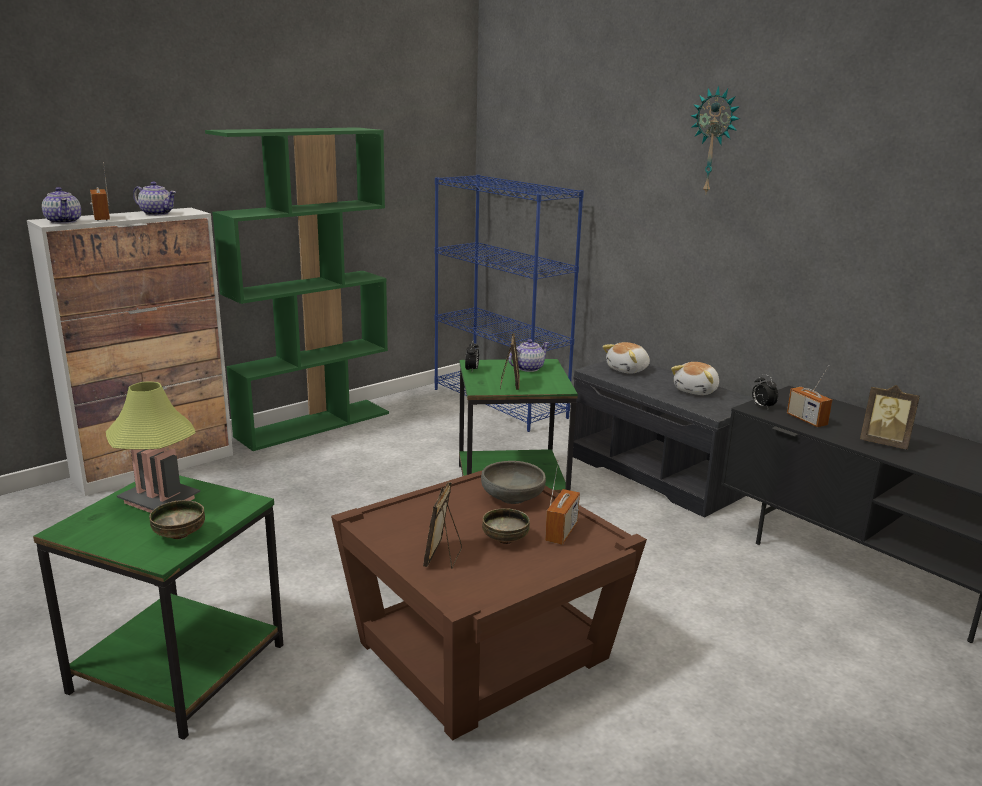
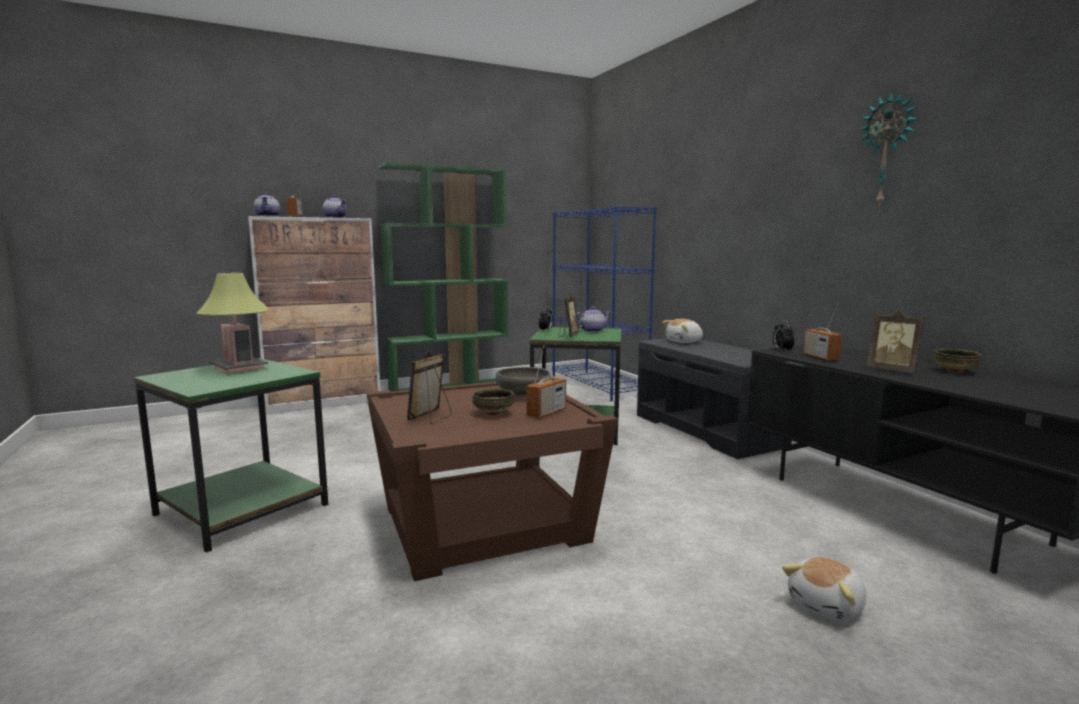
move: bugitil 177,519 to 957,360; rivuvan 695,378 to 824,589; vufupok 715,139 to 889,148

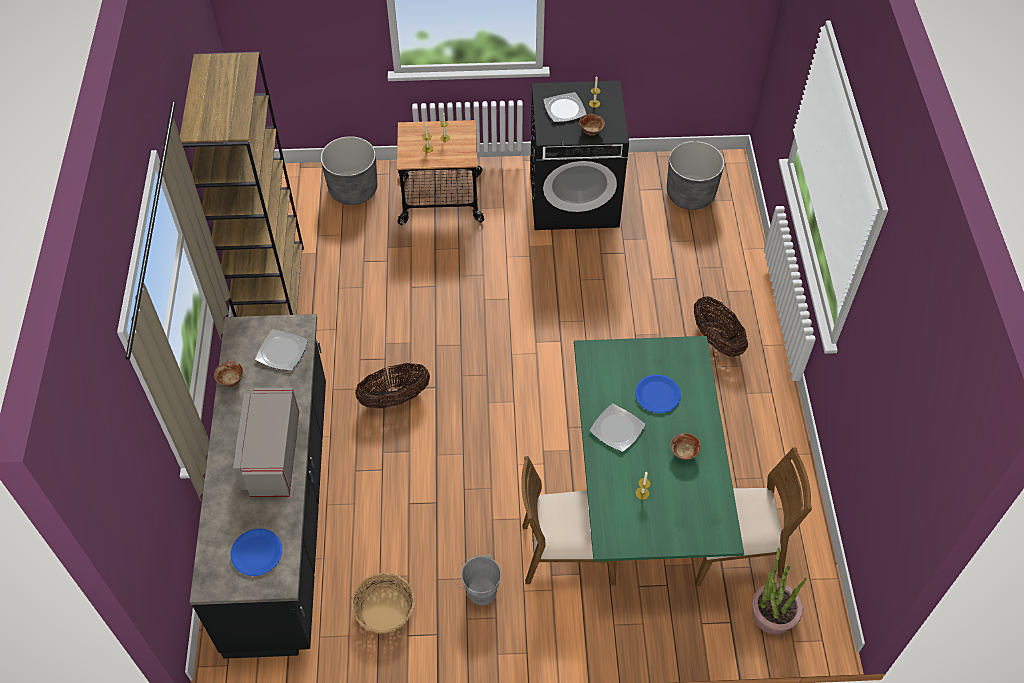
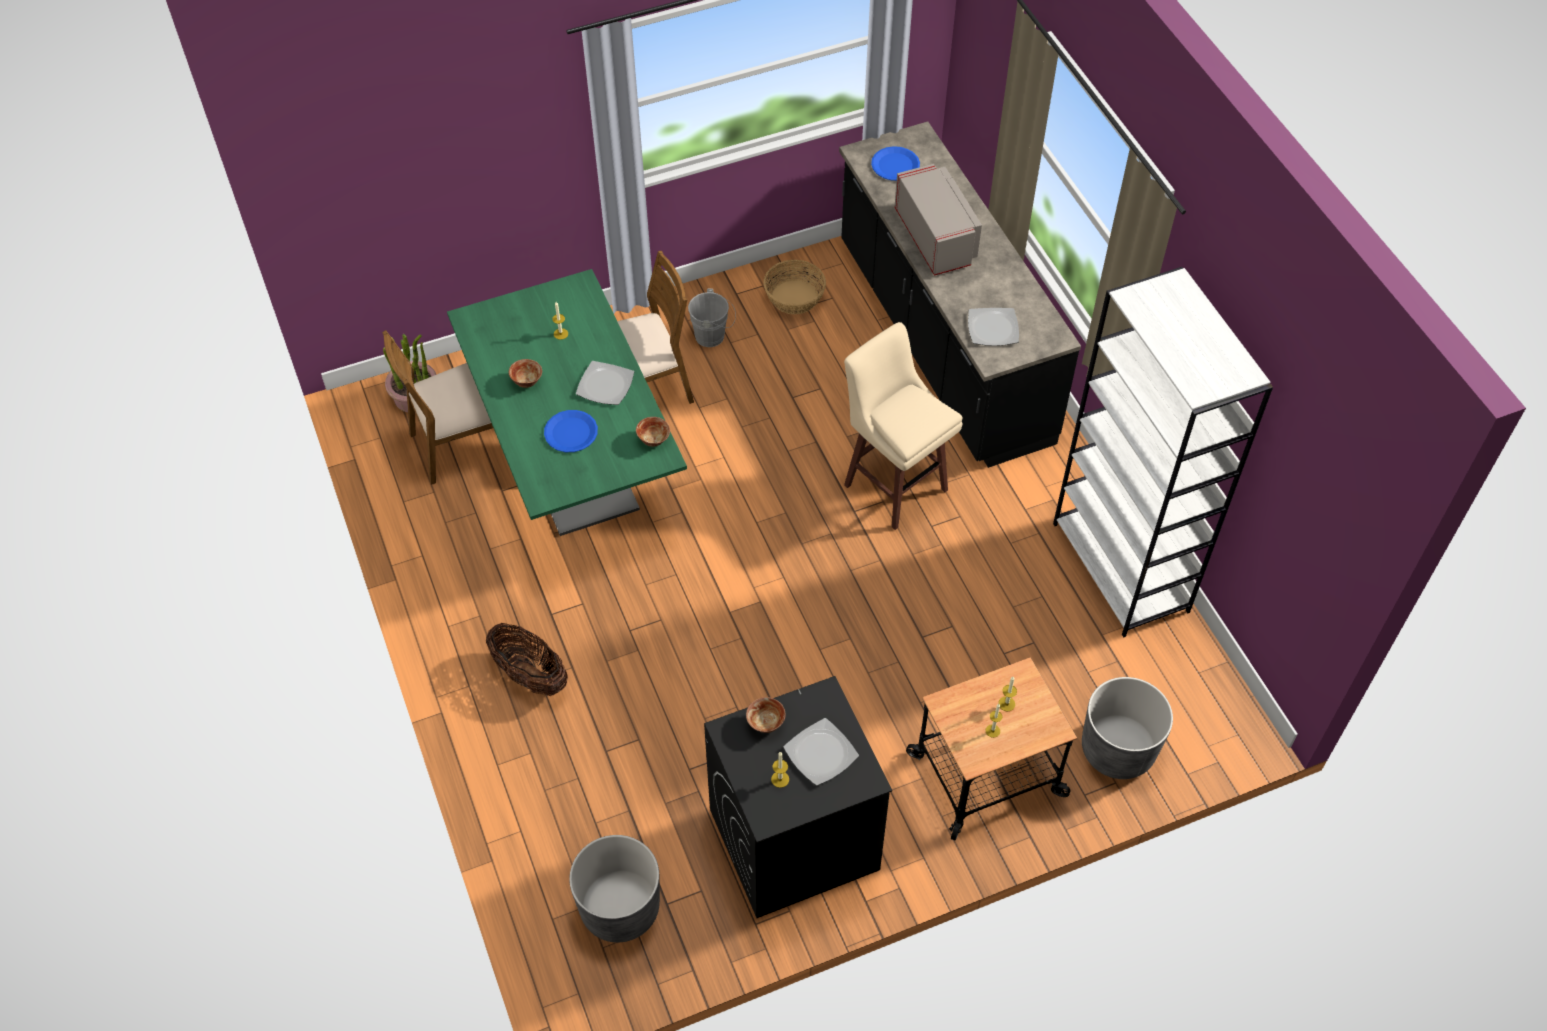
move: bugitil 228,374 to 653,432
replace: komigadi 392,385 to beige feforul 903,426
recolor: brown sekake 242,184 to white sekake 1163,452

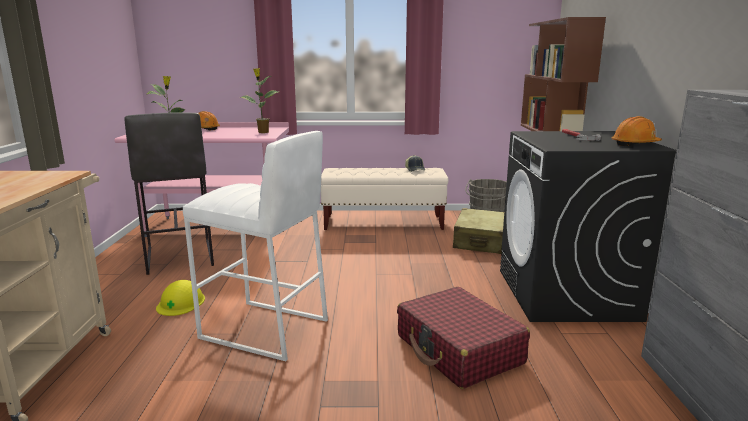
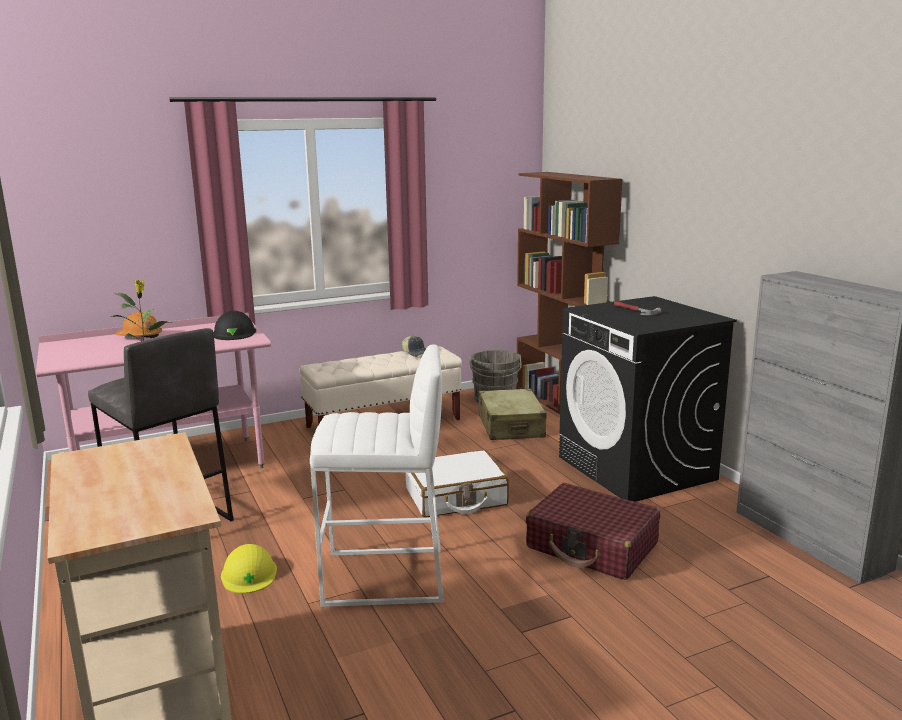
delete: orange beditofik 636,131
insert: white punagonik 457,484
replace: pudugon 259,100 to black beditofik 234,325

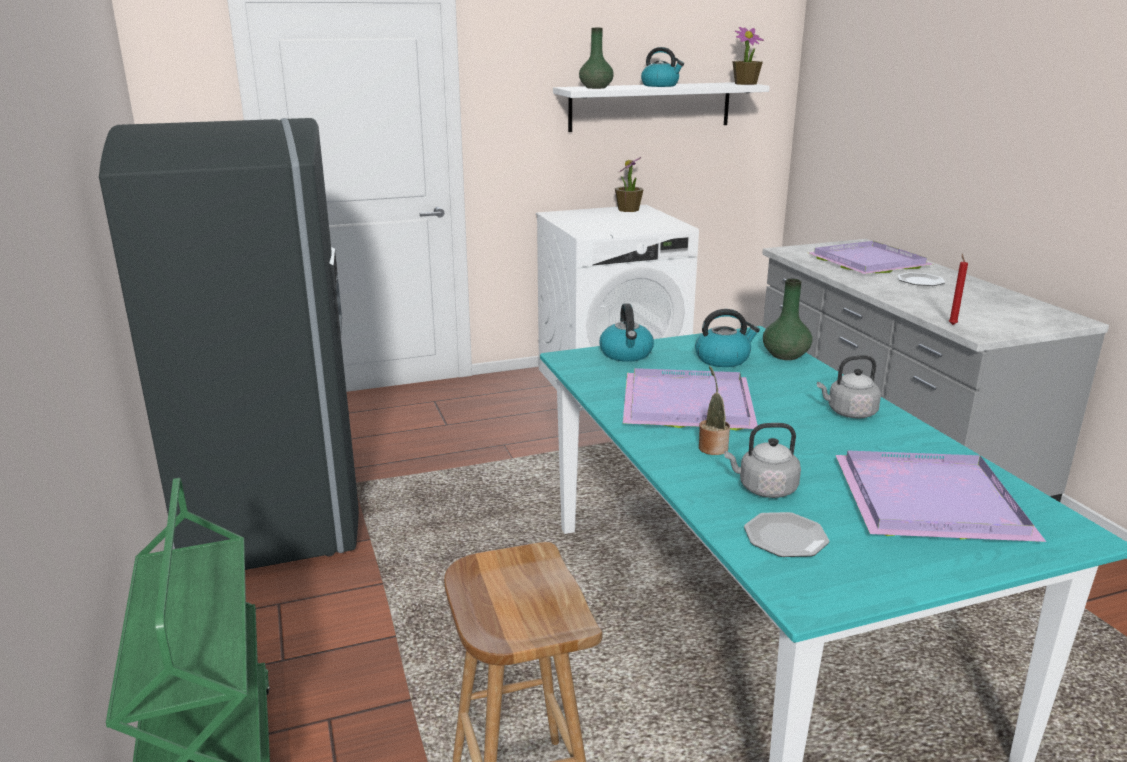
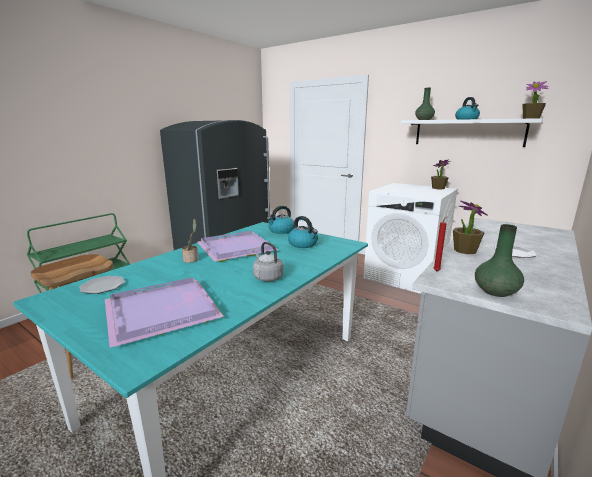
delete: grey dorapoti 762,460; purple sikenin 871,257
insert: pudugon 470,227
move: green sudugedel 787,319 to 499,260

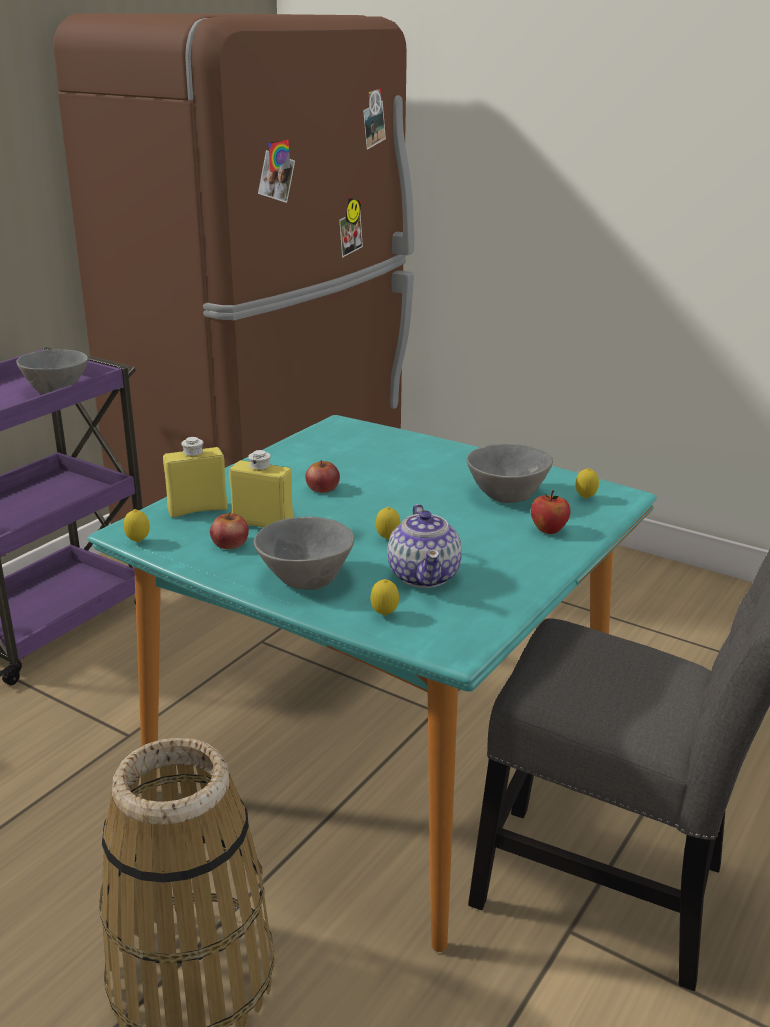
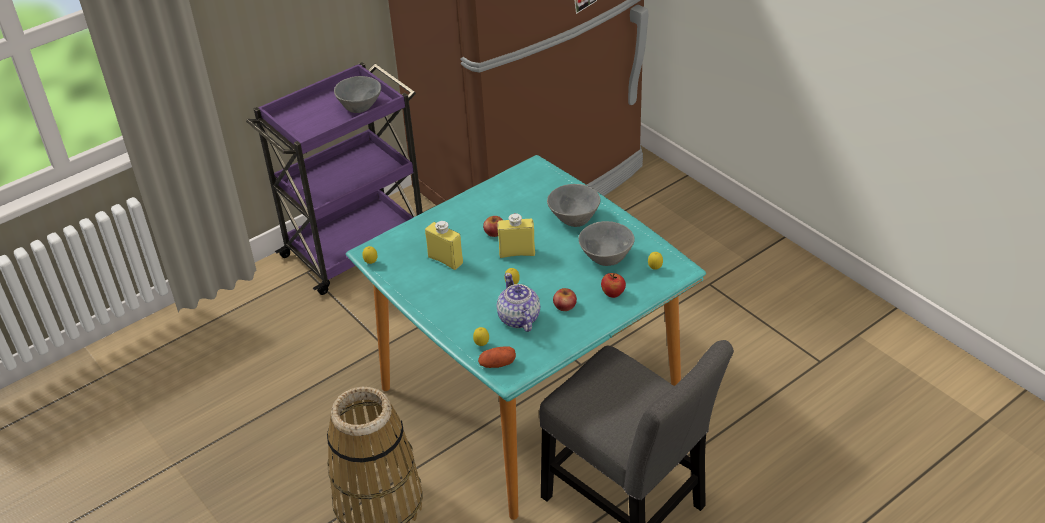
insert: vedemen 497,357
move: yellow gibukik 195,477 to 516,235; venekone 229,530 to 565,299; grey bugitil 304,553 to 573,205
rotate: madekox 424,546 = 518,302 150 degrees clockwise

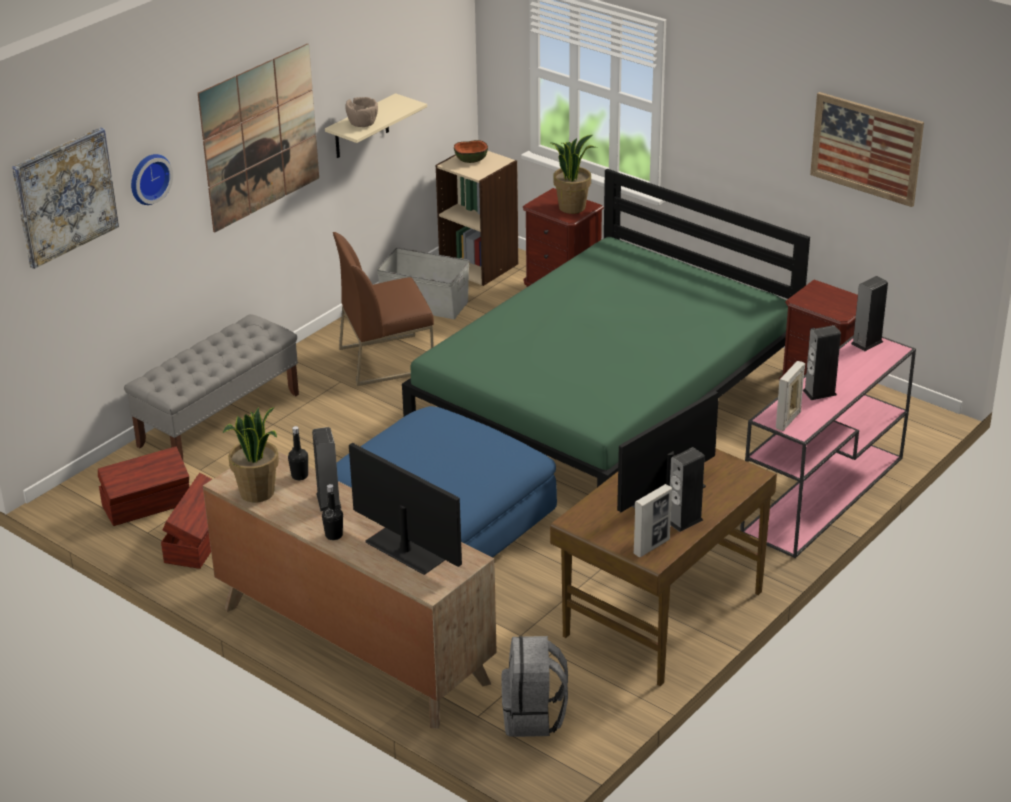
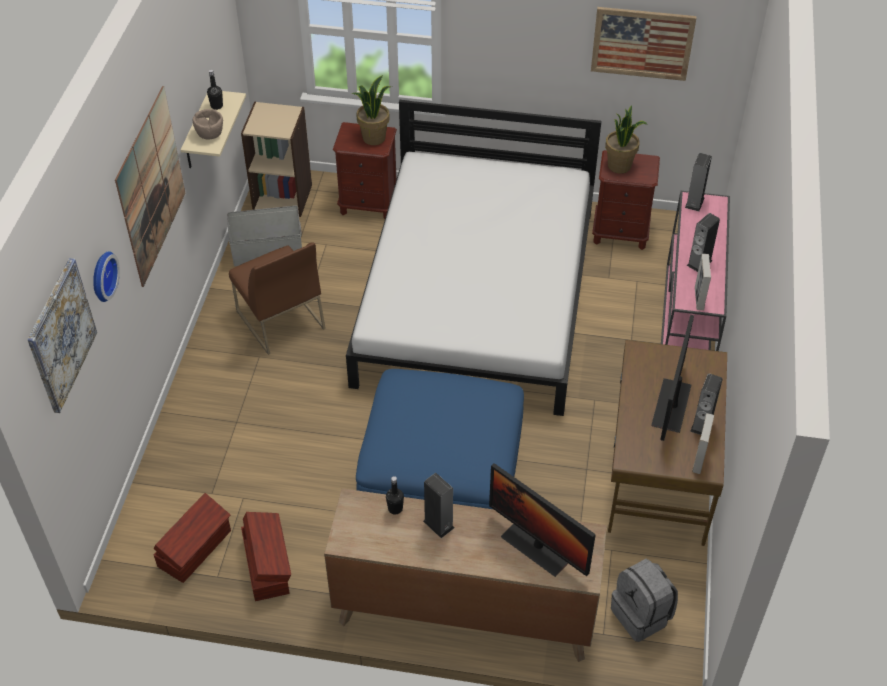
delete: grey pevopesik 211,387; bugitil 471,151
move: pudugon 250,454 to 626,139; black gibukik 332,512 to 215,90
recolor: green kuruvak 606,328 to white kuruvak 473,258
rotate: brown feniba 383,309 = 277,299 75 degrees counterclockwise; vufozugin 405,509 = 542,520 150 degrees counterclockwise

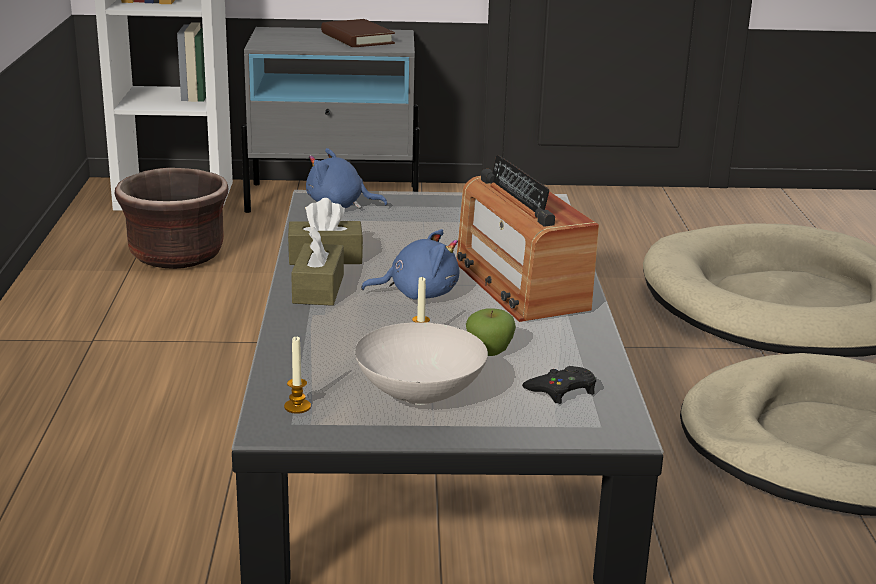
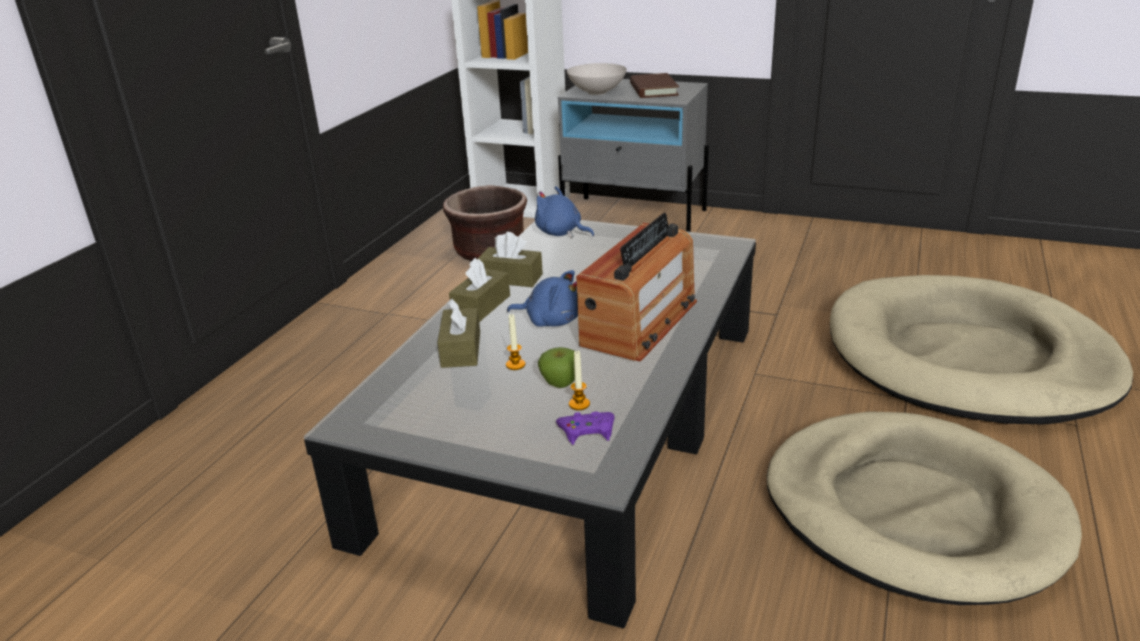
insert: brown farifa 458,333
move: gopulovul 297,375 to 579,380; white bugitil 421,363 to 597,79
recolor: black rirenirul 559,385 to purple rirenirul 585,428
rotate: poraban 527,238 = 636,287 150 degrees counterclockwise

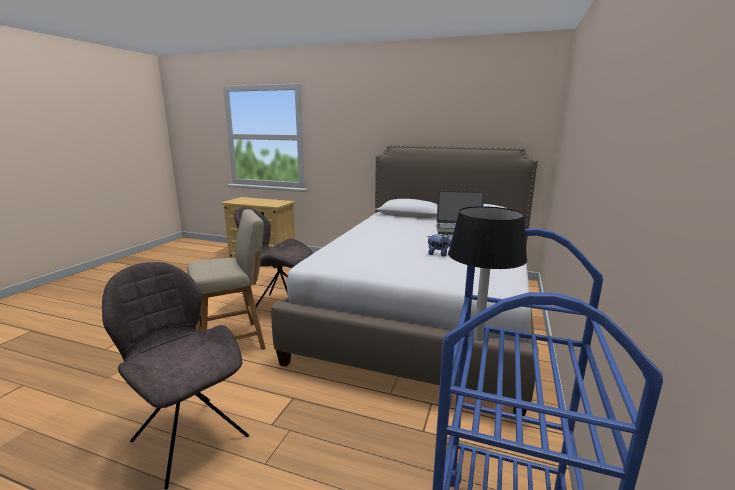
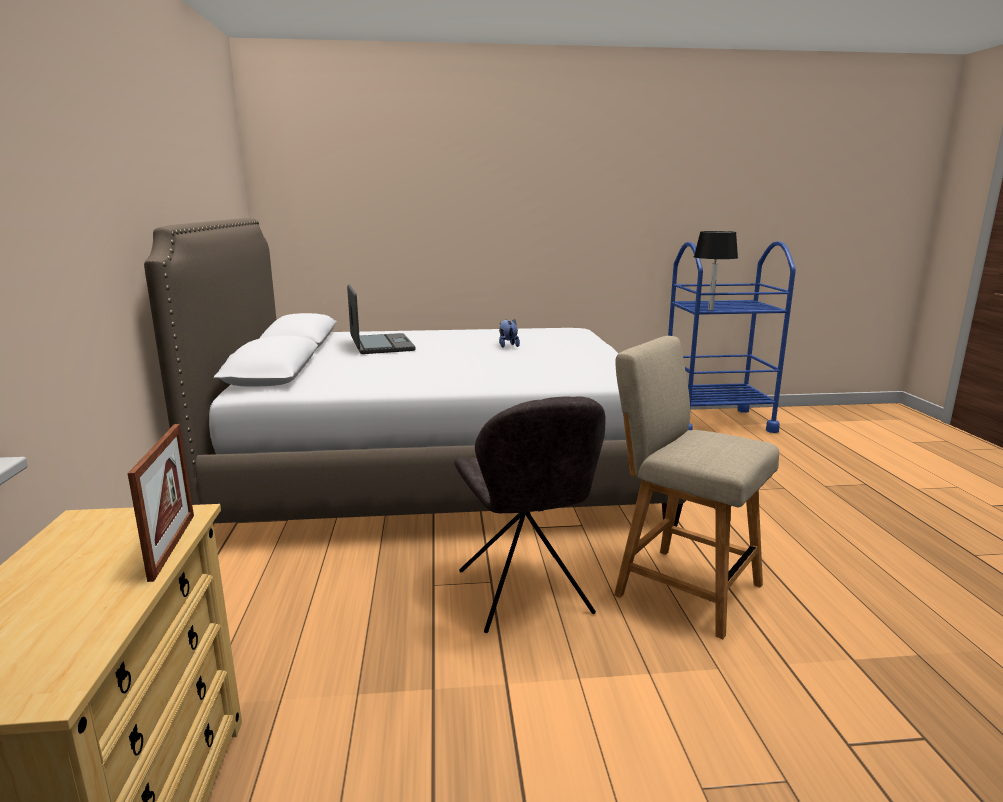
delete: grey feniba 175,376
insert: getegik 161,503

